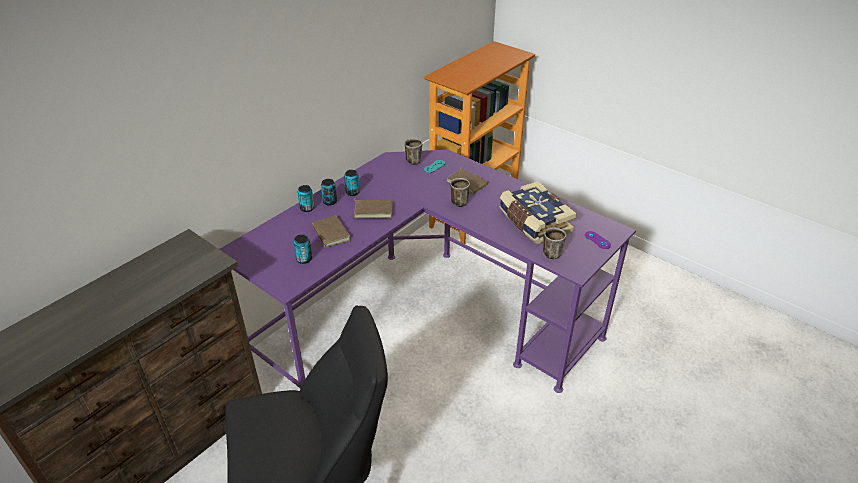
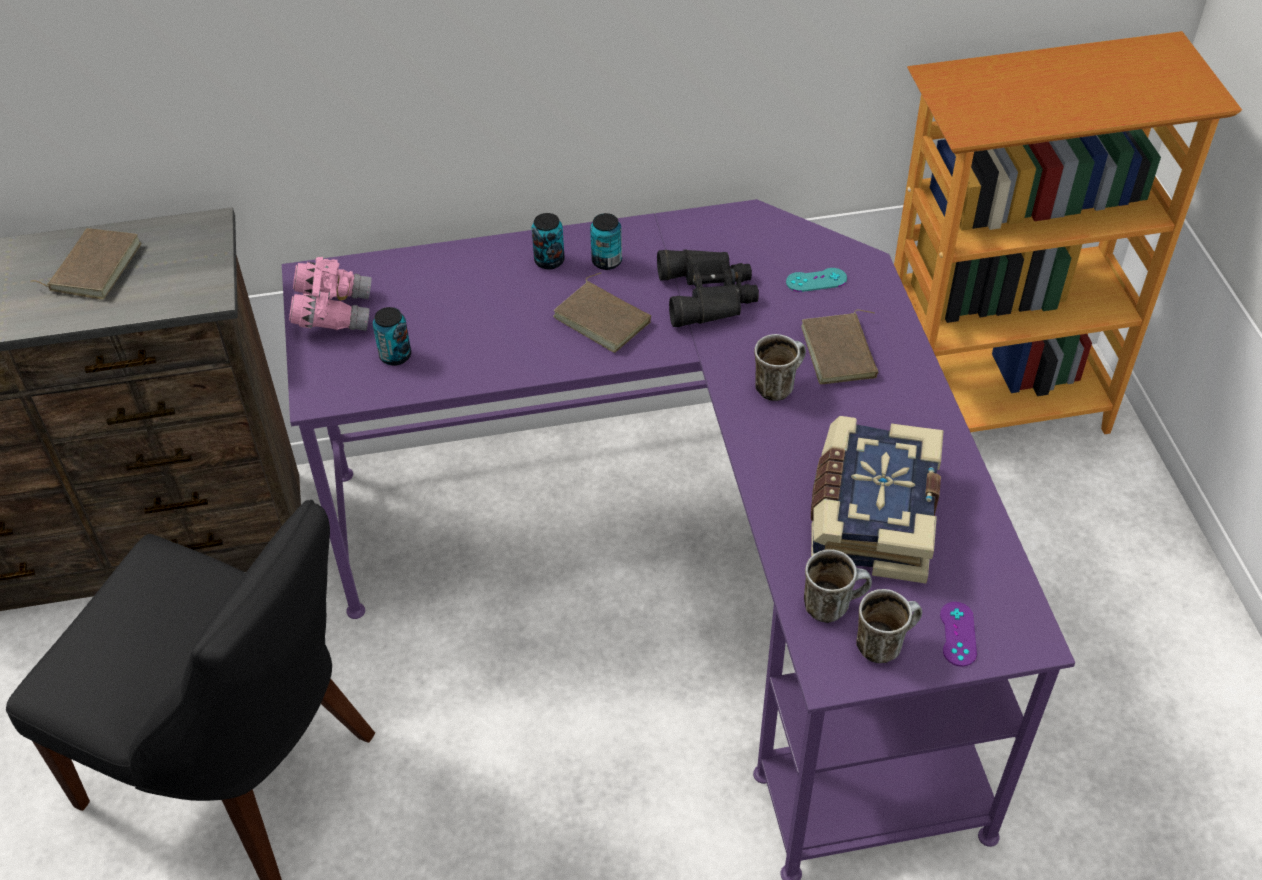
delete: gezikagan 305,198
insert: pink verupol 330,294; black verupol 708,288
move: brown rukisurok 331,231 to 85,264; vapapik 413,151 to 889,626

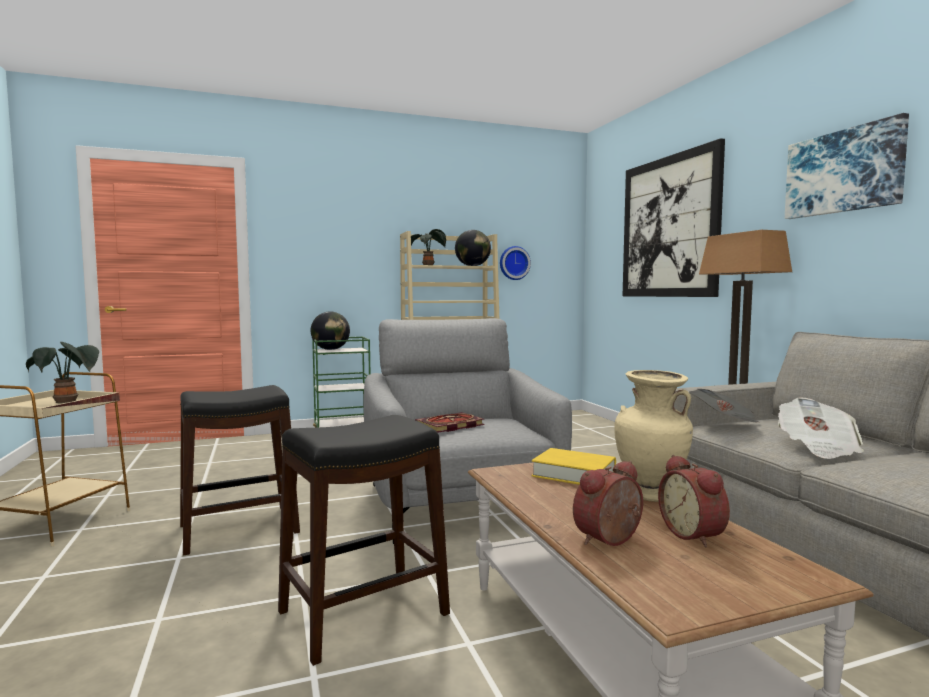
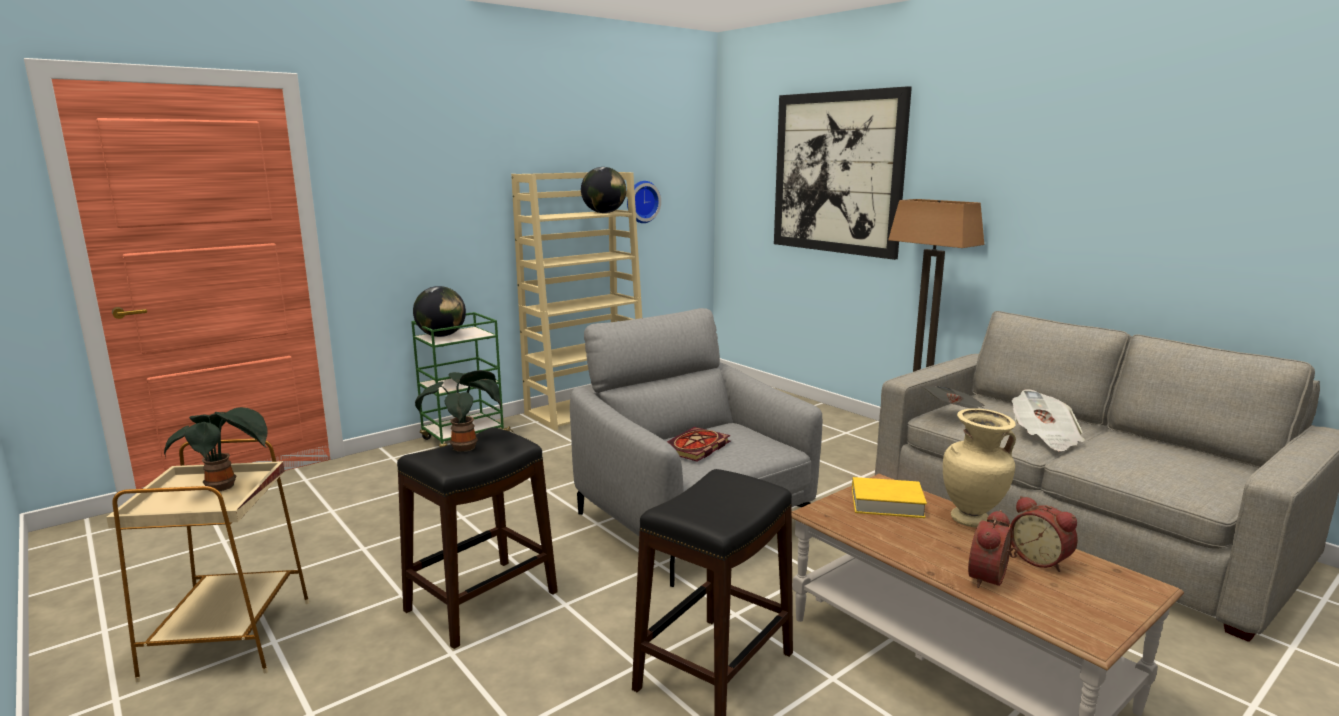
delete: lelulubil 847,166
move: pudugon 428,247 to 458,411

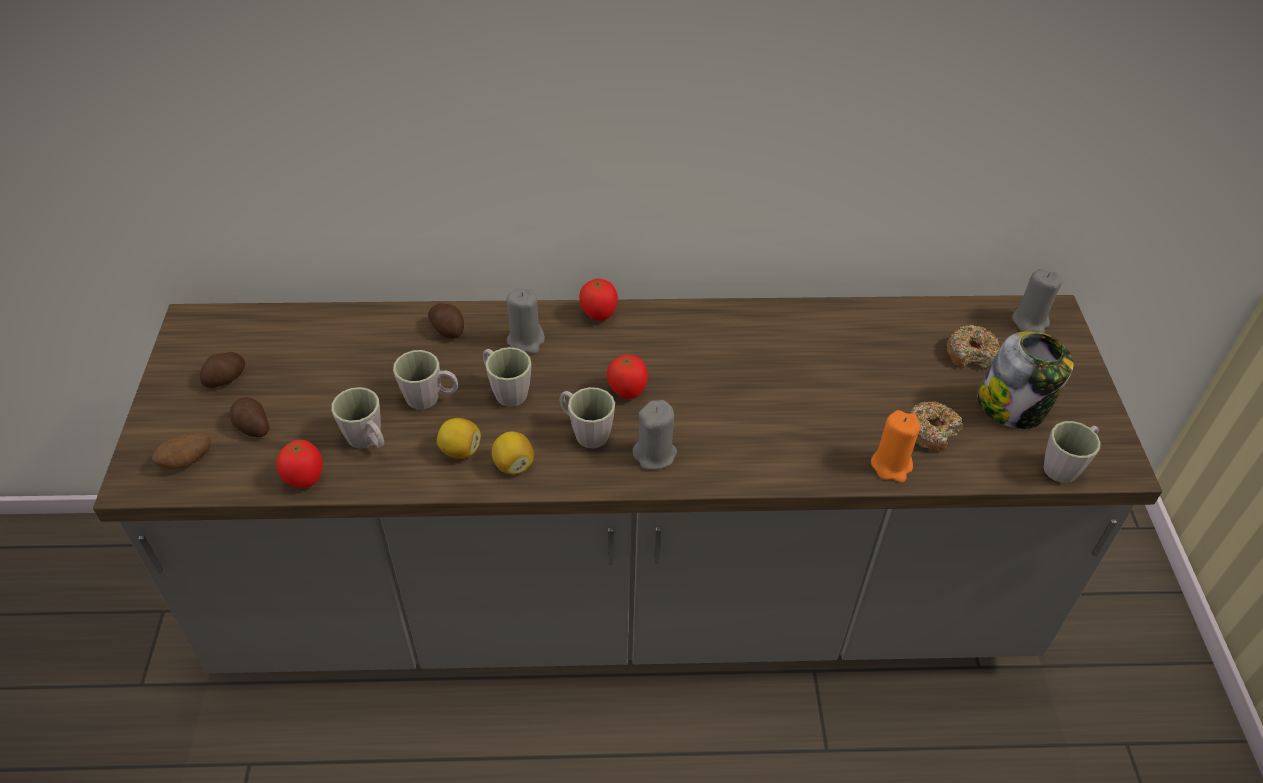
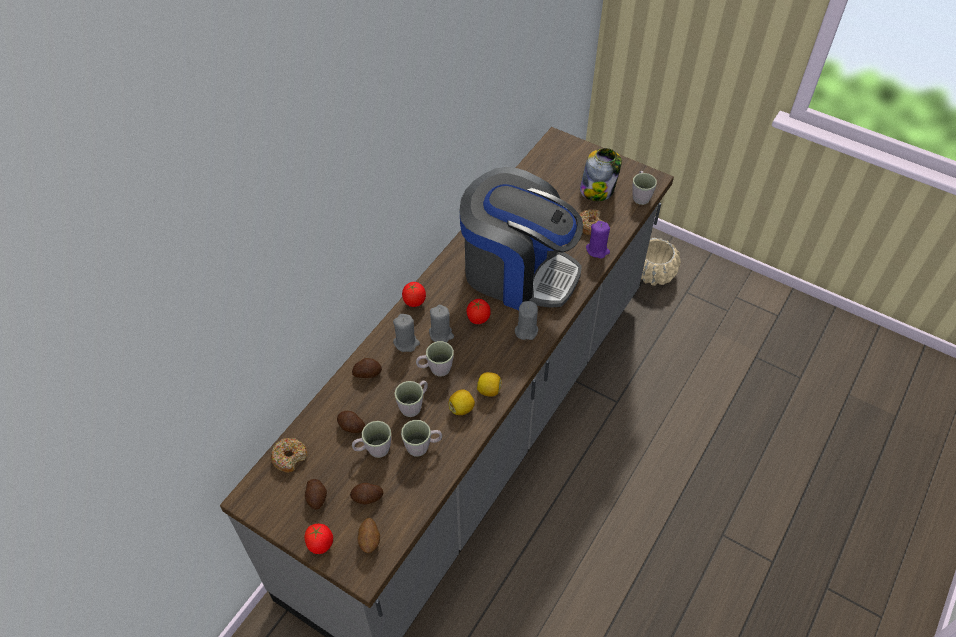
insert: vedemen 351,422; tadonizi 521,238; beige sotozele 661,262
move: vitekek 300,464 to 318,539; grey vapapik 587,417 to 371,439; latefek 973,346 to 289,455; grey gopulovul 1037,301 to 441,324
recolor: orange gopulovul 896,446 to purple gopulovul 598,239

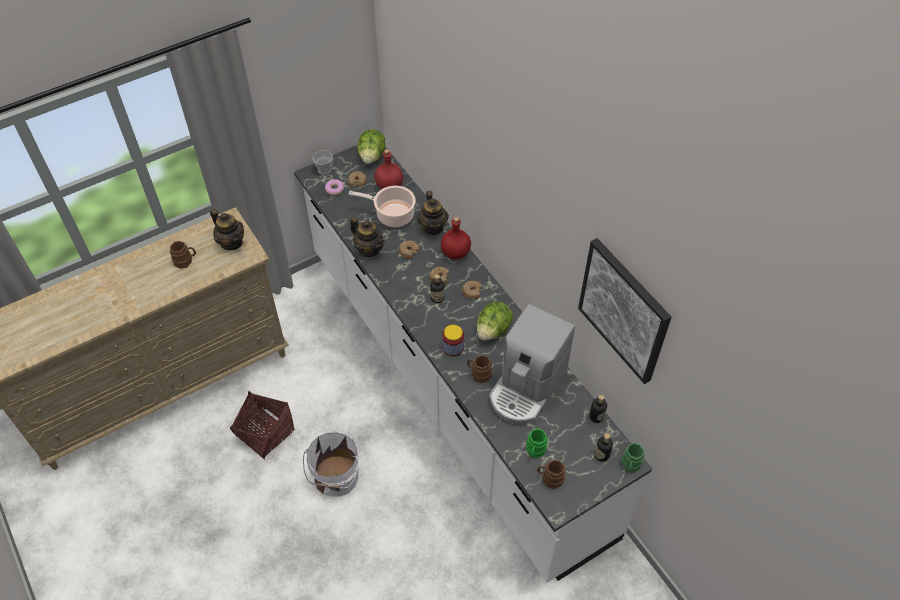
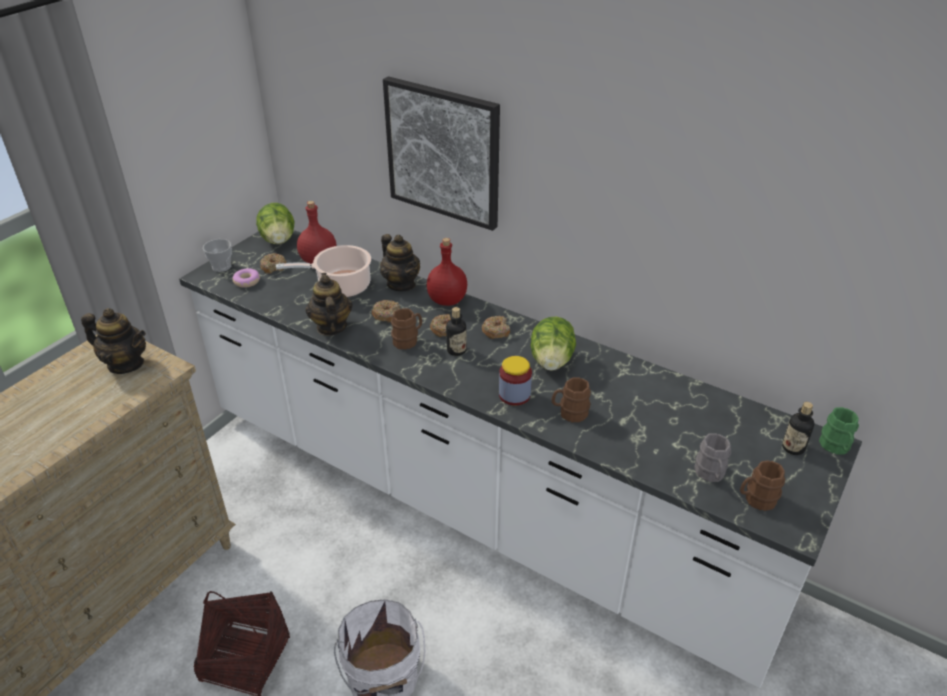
delete: tadonizi 532,364; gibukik 598,409
move: brown vapapik 183,255 to 406,328; lelulubil 625,311 to 441,153
recolor: green vapapik 537,443 to grey vapapik 712,457
rotate: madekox 367,237 = 329,304 120 degrees counterclockwise

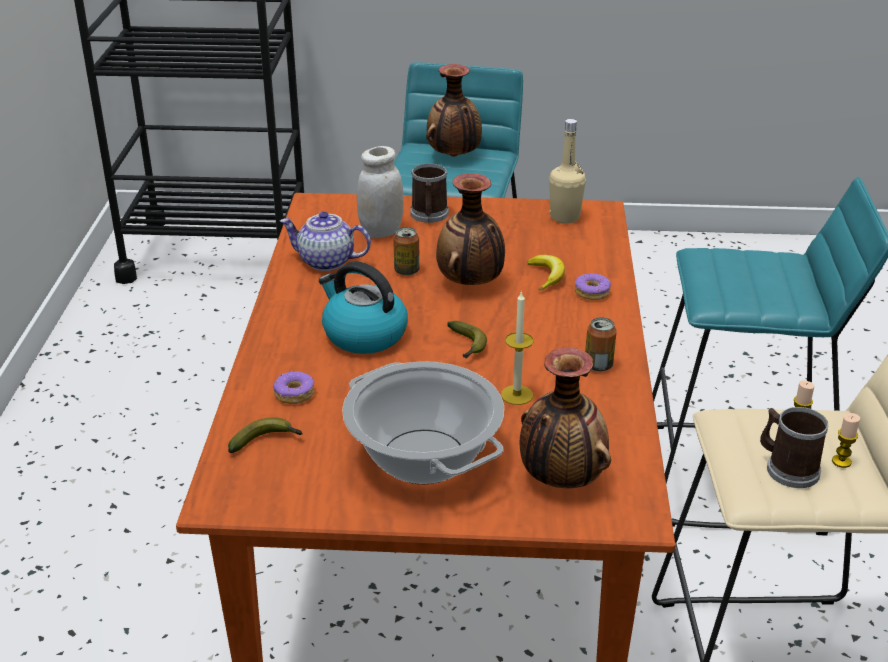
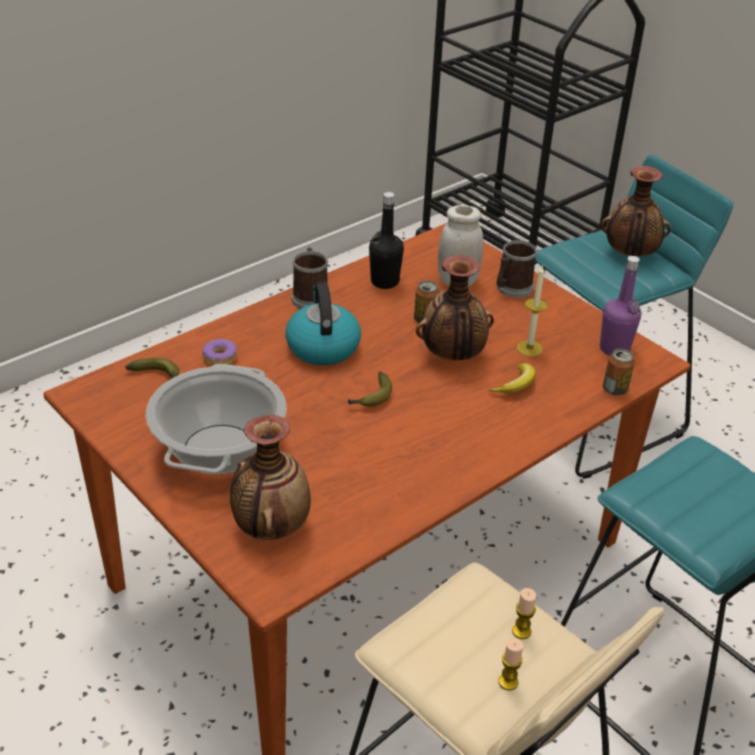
delete: latefek 593,286
move: gopulovul 517,348 to 532,311; gezikagan 601,344 to 619,372; vapapik 794,447 to 310,278
replace: madekox 325,241 to black gibukik 386,240
recolor: beige gibukik 567,171 to purple gibukik 620,306

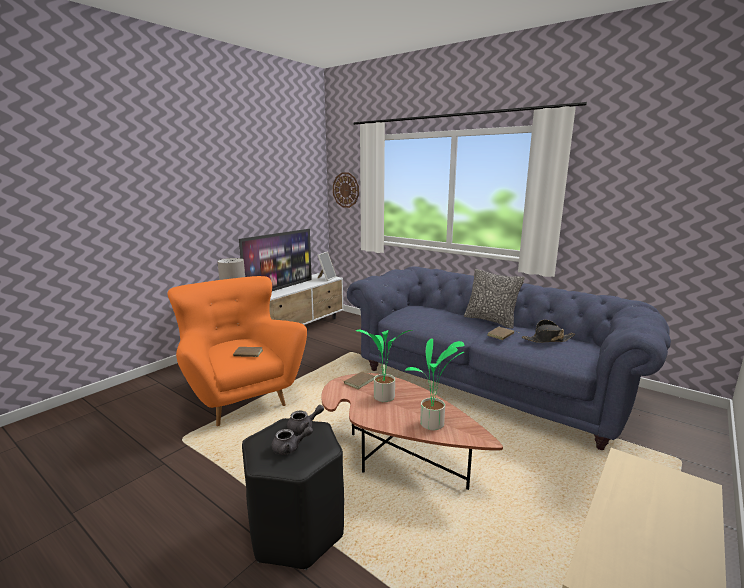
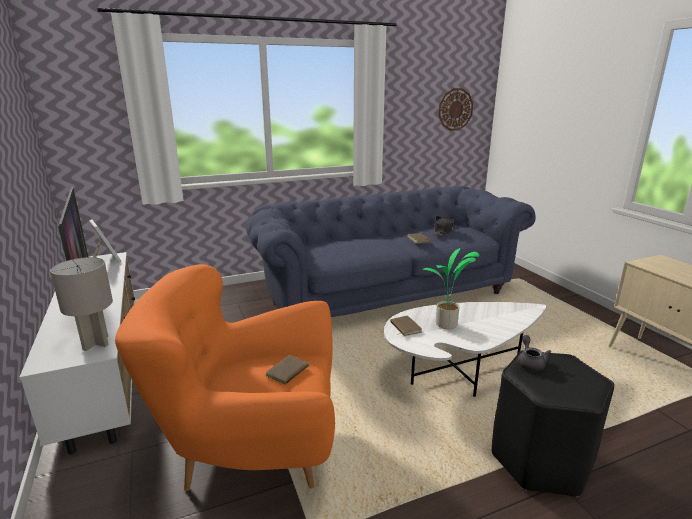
delete: grey madekox 292,440; pudugon 435,384; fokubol 494,298
move: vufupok 346,190 to 455,109
recolor: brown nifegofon 412,431 to white nifegofon 465,349

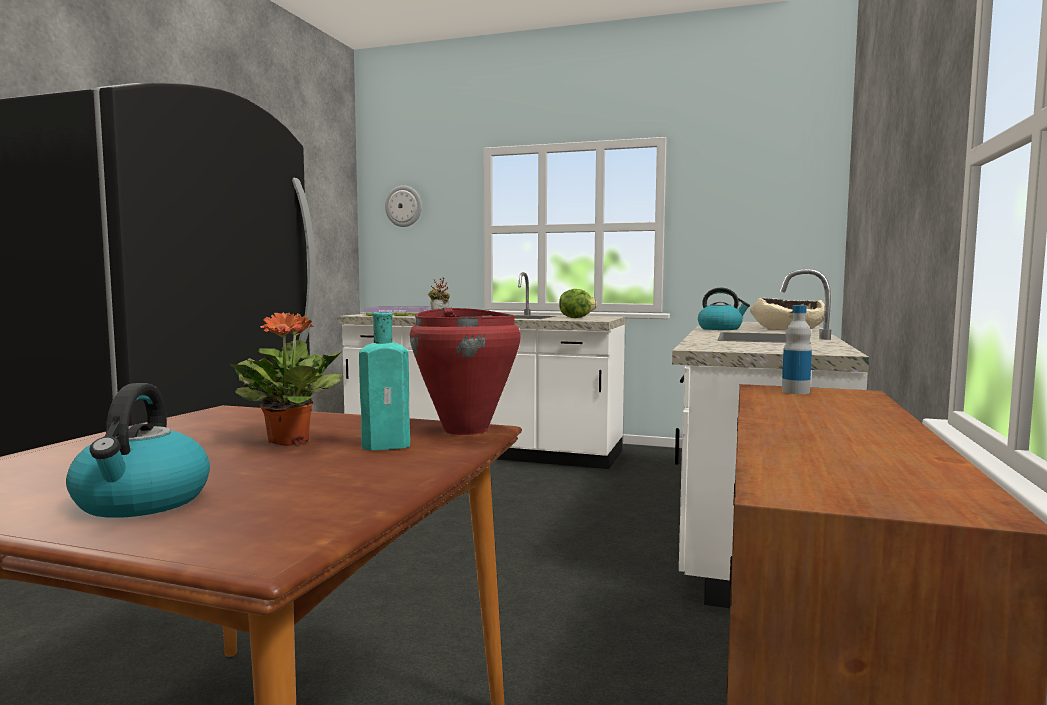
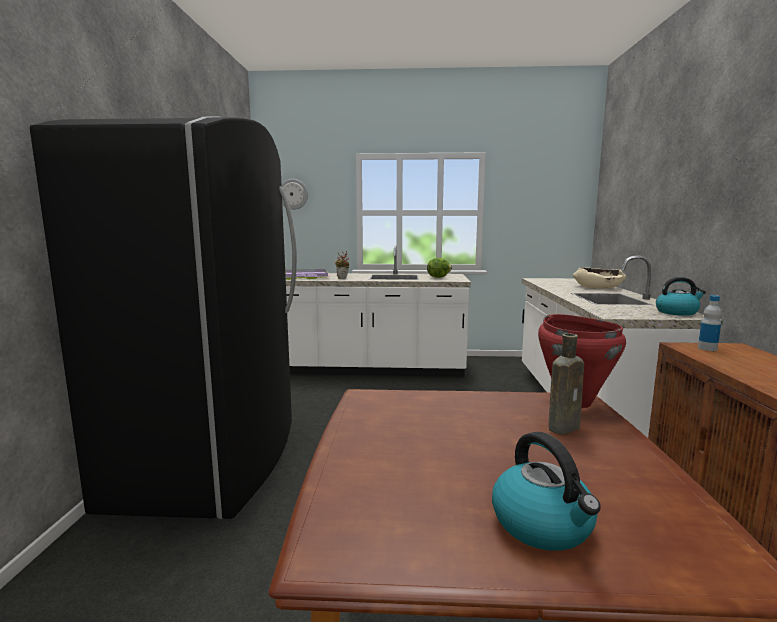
delete: pudugon 286,379
move: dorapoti 724,309 to 681,296
recolor: turquoise gibukik 384,381 to brown gibukik 566,383

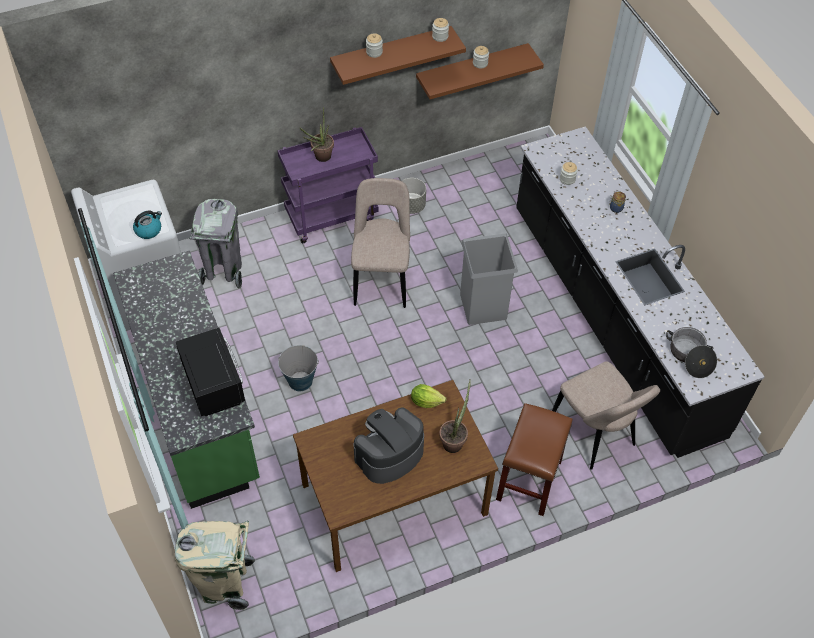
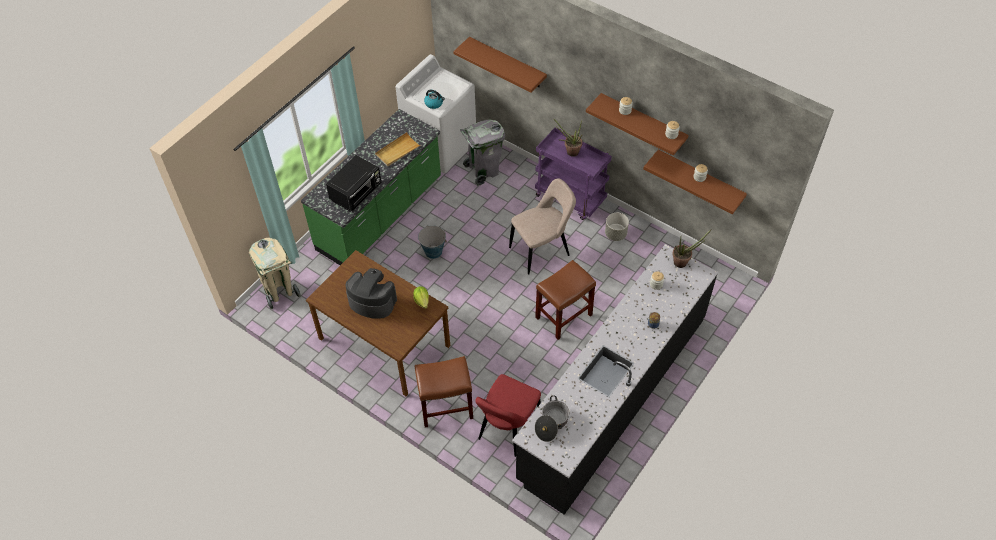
insert: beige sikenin 398,149; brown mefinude 500,65
move: pudugon 455,416 to 692,248
replace: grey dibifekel 489,279 to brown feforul 565,300
recolor: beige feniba 606,415 to red feniba 508,415

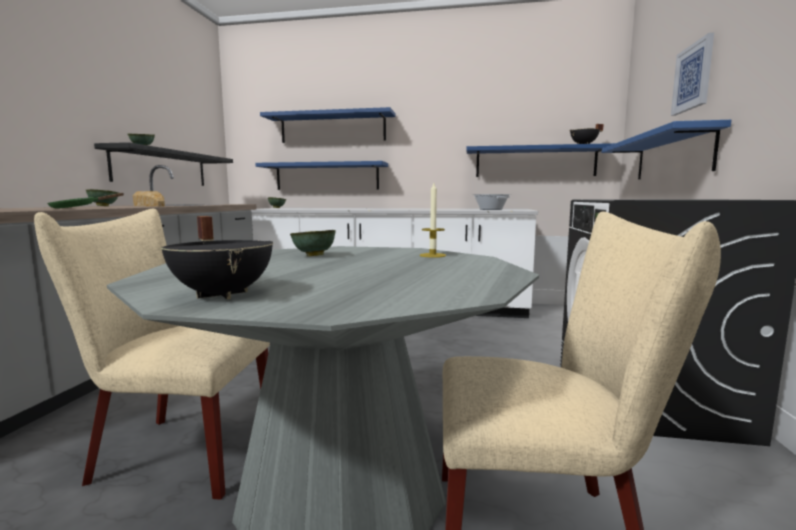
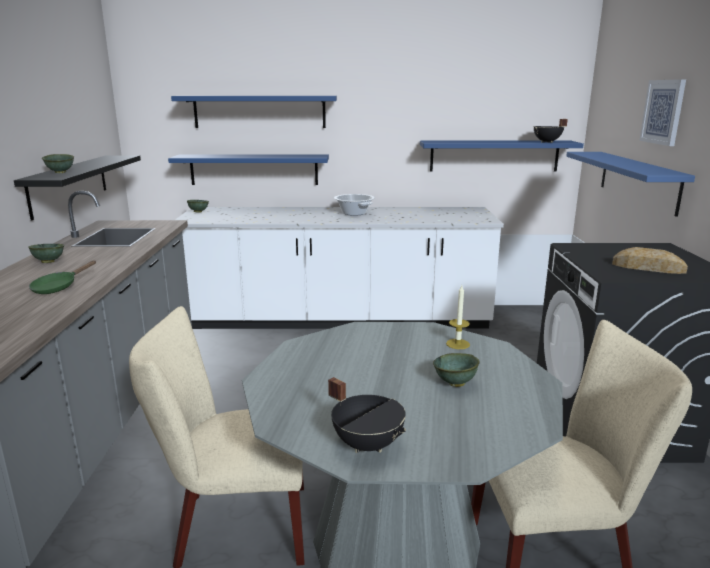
move: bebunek 149,199 to 650,260; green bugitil 313,243 to 456,370; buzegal 492,202 to 354,205

